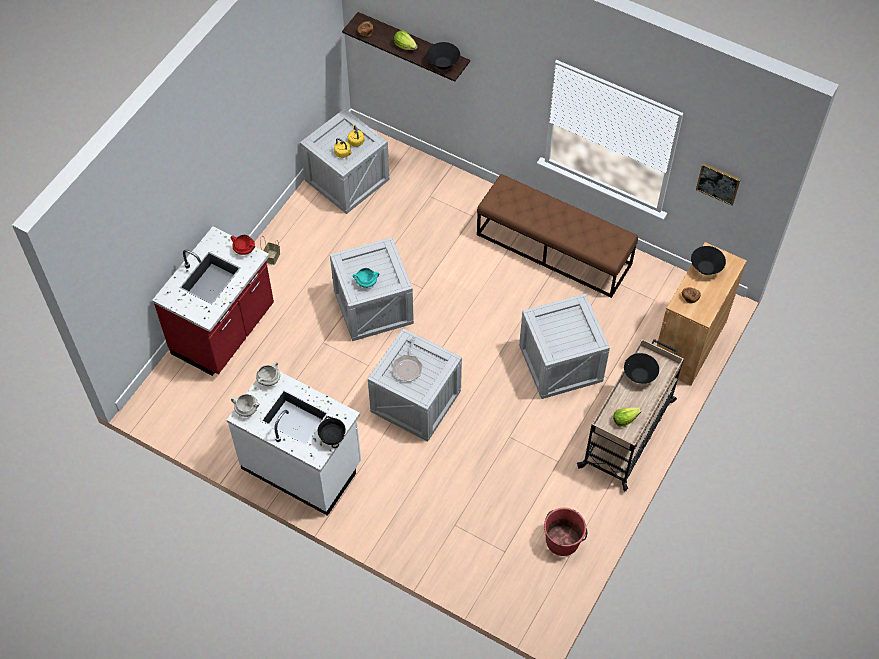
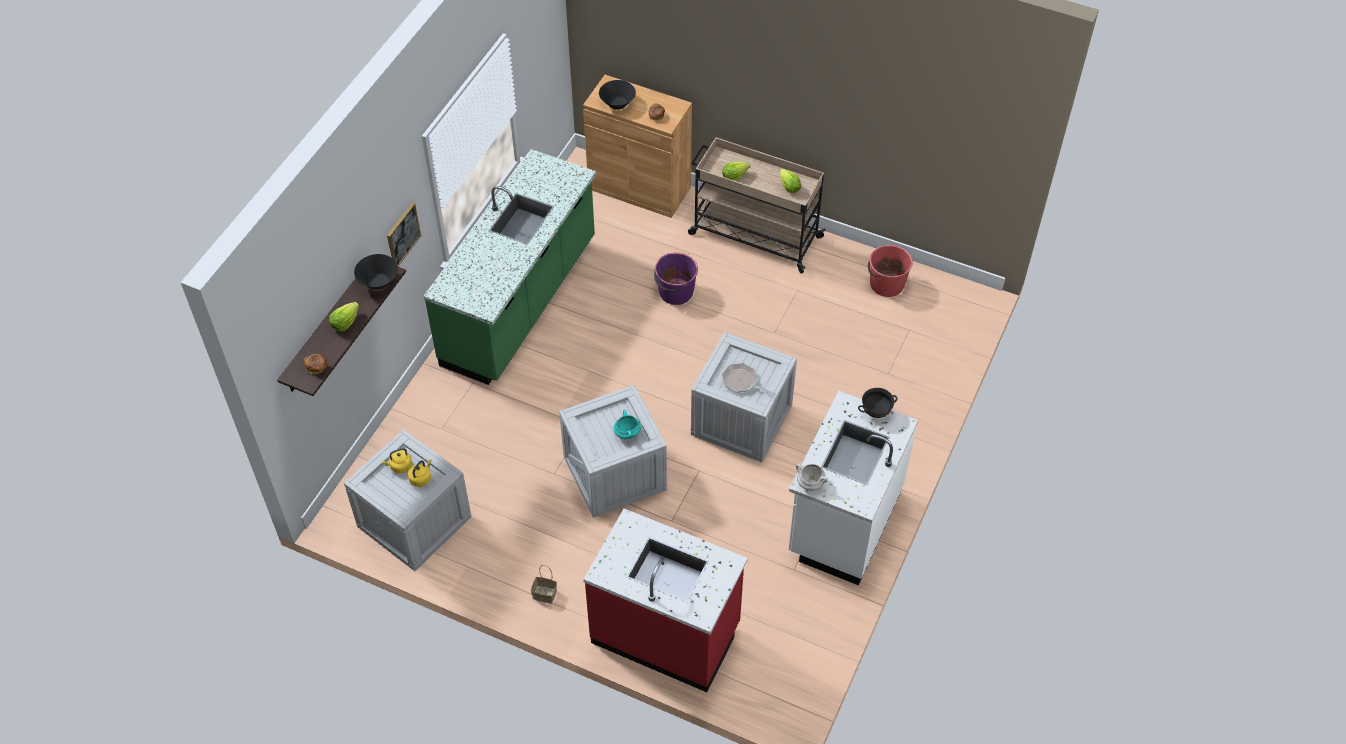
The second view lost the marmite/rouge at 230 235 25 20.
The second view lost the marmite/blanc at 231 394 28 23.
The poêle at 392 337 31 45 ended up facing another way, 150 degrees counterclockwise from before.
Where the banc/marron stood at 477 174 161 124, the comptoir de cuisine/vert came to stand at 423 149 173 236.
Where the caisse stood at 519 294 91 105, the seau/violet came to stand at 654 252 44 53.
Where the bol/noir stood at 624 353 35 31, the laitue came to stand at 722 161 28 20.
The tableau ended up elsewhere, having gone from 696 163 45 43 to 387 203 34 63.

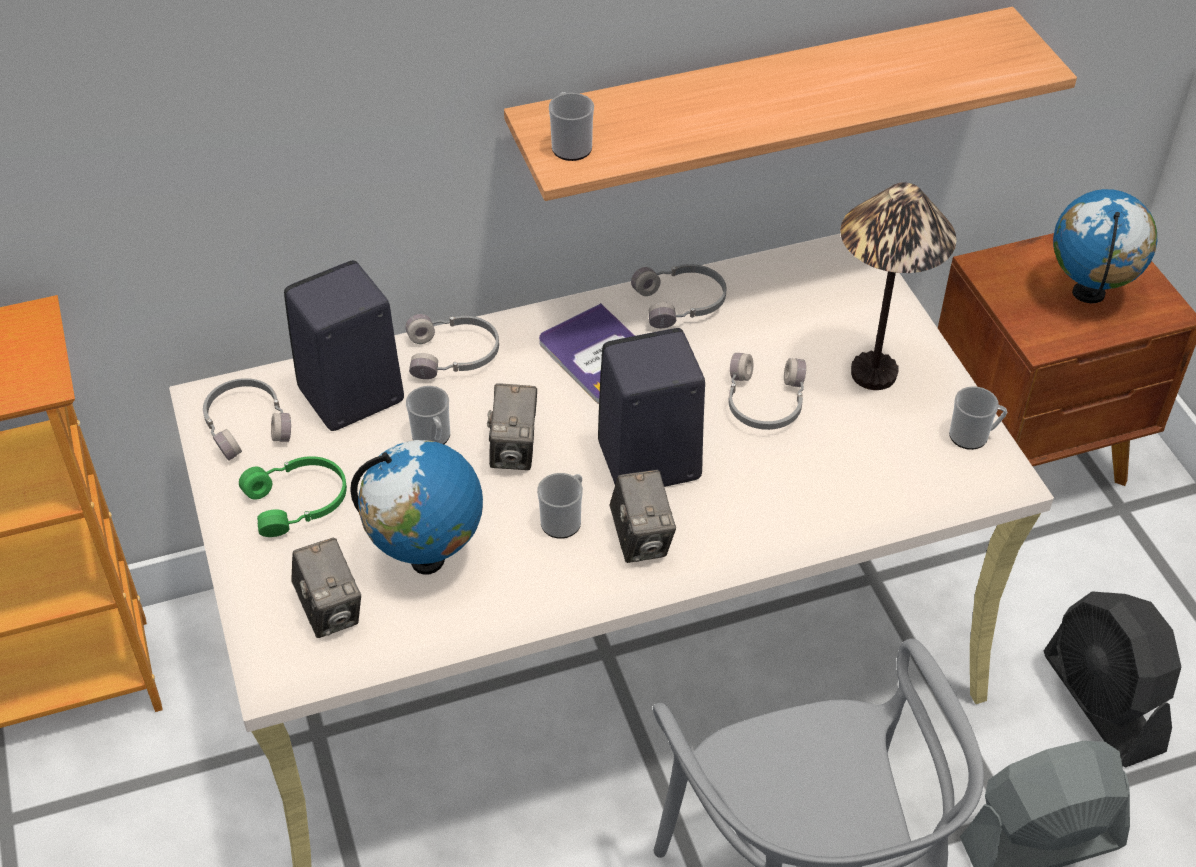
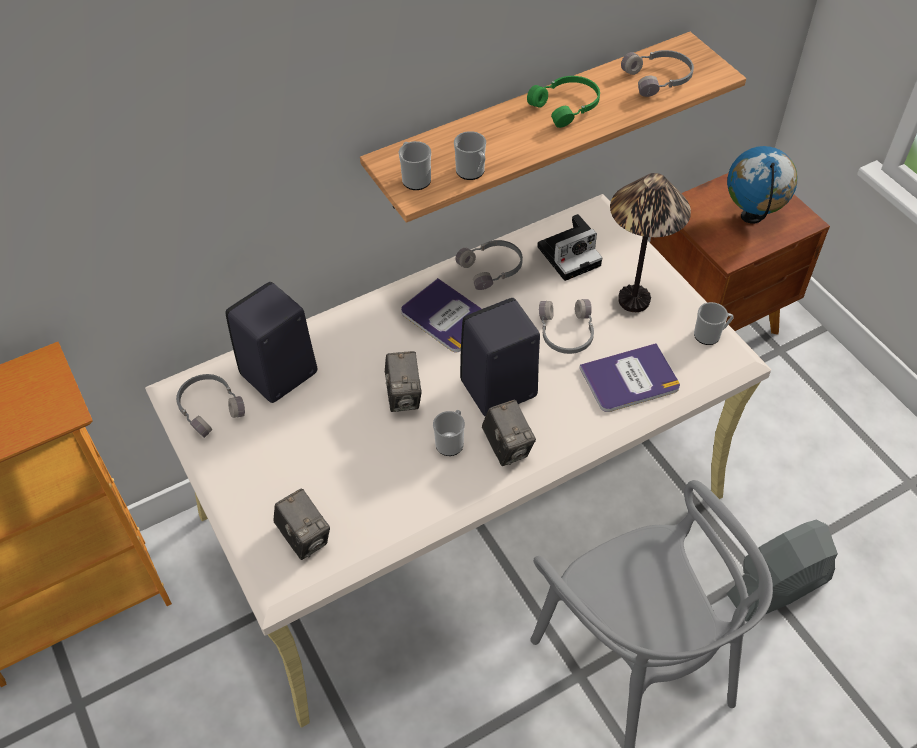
The casque audio/vert ended up elsewhere, having gone from 239 456 108 81 to 527 76 73 52.
The second view lost the globe at 350 440 133 135.
The casque audio/gris ended up elsewhere, having gone from 405 314 94 65 to 621 50 73 47.
The mug ended up elsewhere, having gone from 406 386 44 58 to 454 131 32 49.
The second view lost the ventilateur/noir at 1044 591 137 177.
The second view gained the appareil photo at 537 214 65 67.
The second view gained the livre at 579 343 101 69.

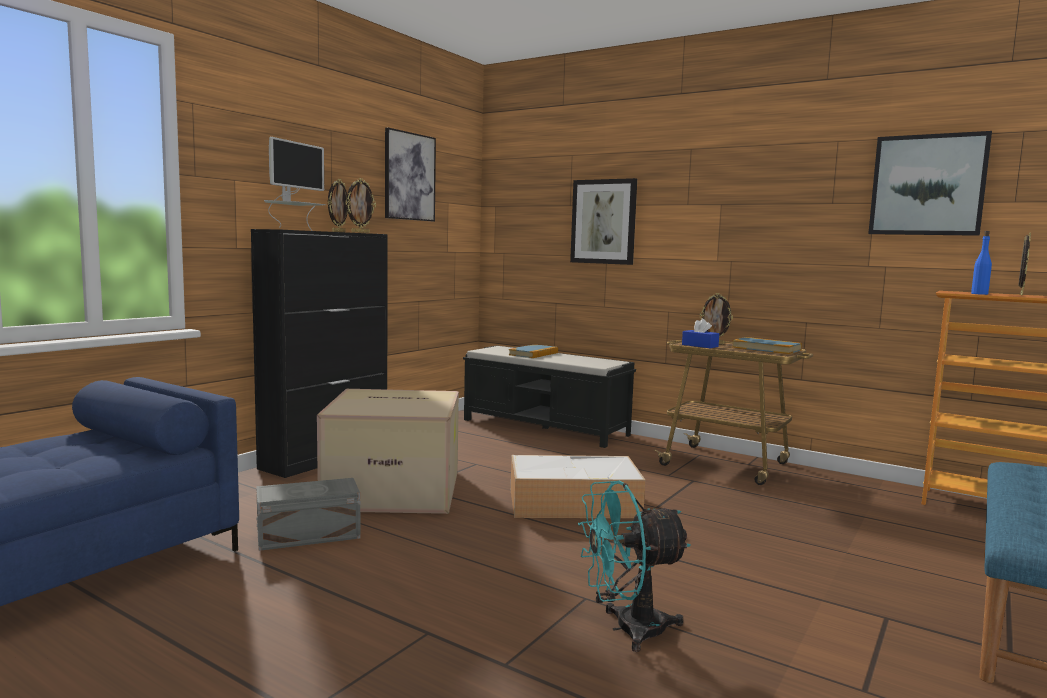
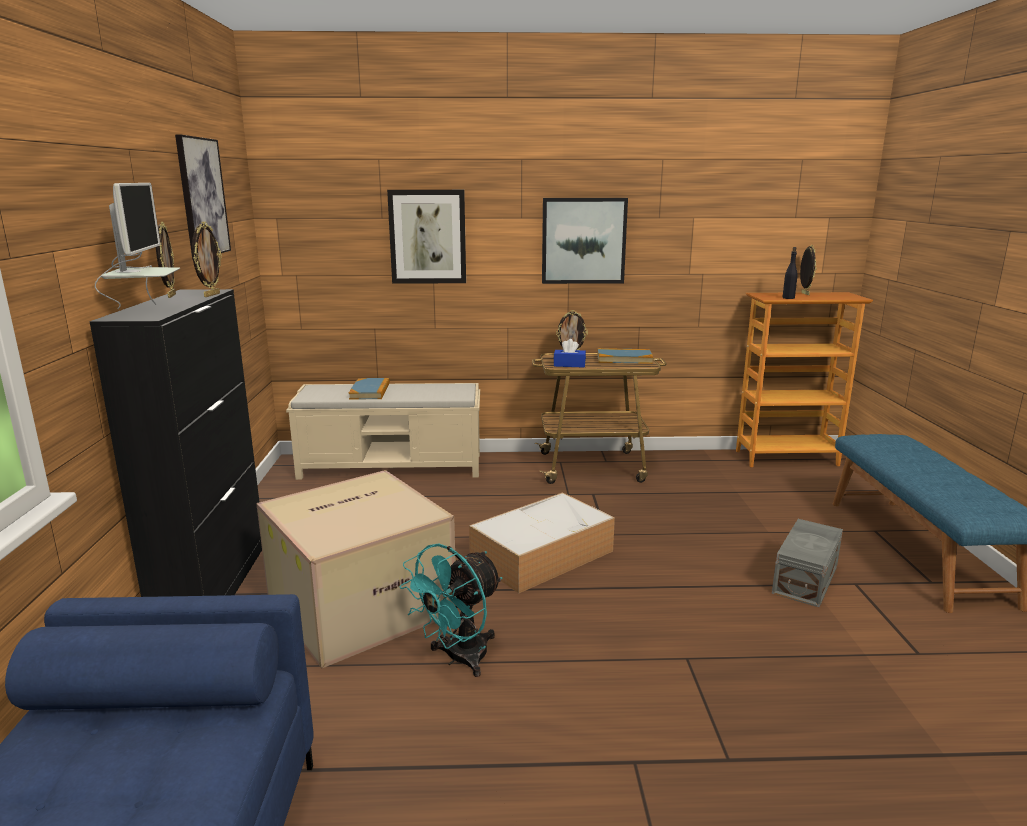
The boîte de rangement/gris ended up elsewhere, having gone from 256 478 104 73 to 772 519 71 89.
What was the banc/noir at 463 345 173 103 turned into the banc/beige at 286 383 194 97.
The ventilateur/turquoise ended up elsewhere, having gone from 578 480 113 172 to 400 543 103 134.
The tableau ended up elsewhere, having gone from 868 131 124 105 to 542 198 86 86.
What was the bouteille/bleu at 971 231 21 64 turned into the bouteille/noir at 782 247 16 52.

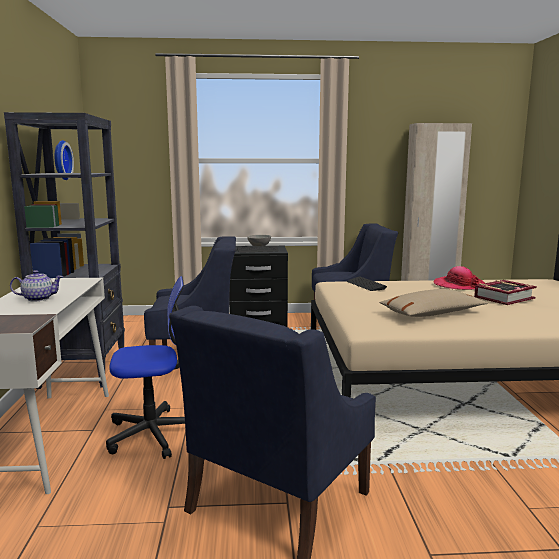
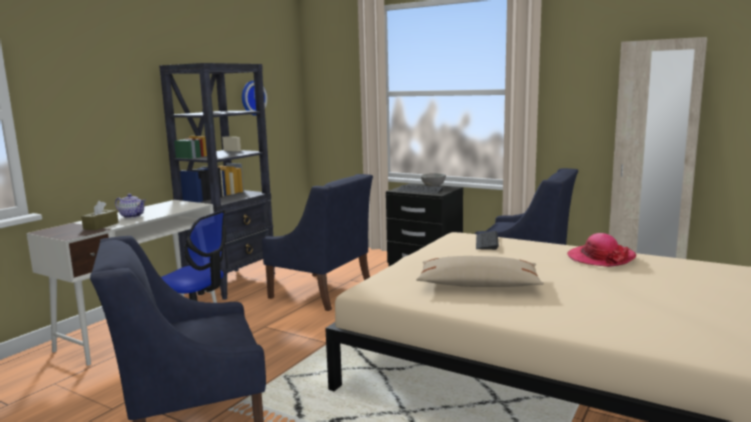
The second view lost the livre at 474 280 63 25.
The second view gained the boîte à mouchoirs/marron at 81 201 38 29.

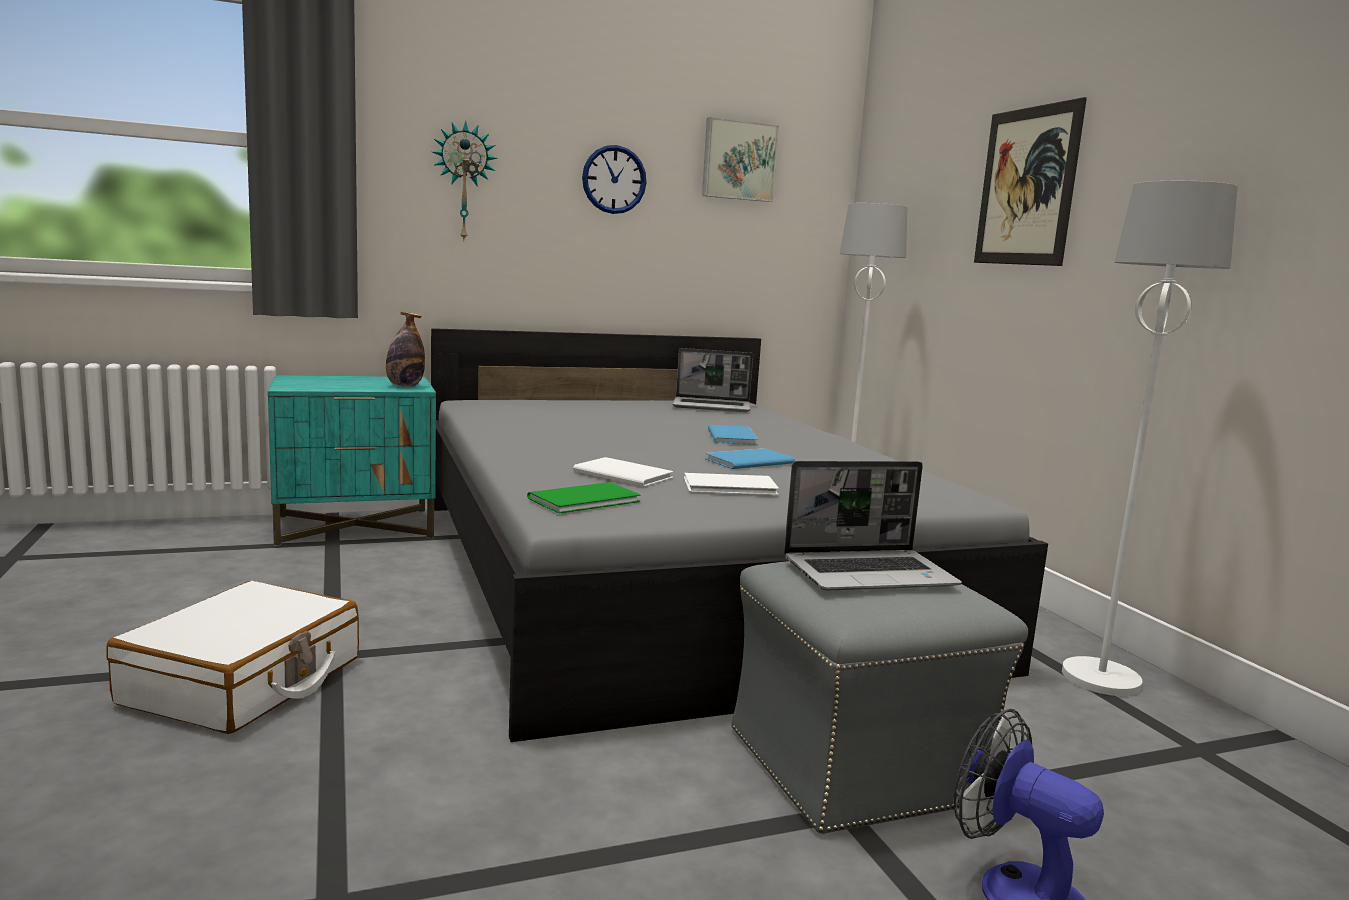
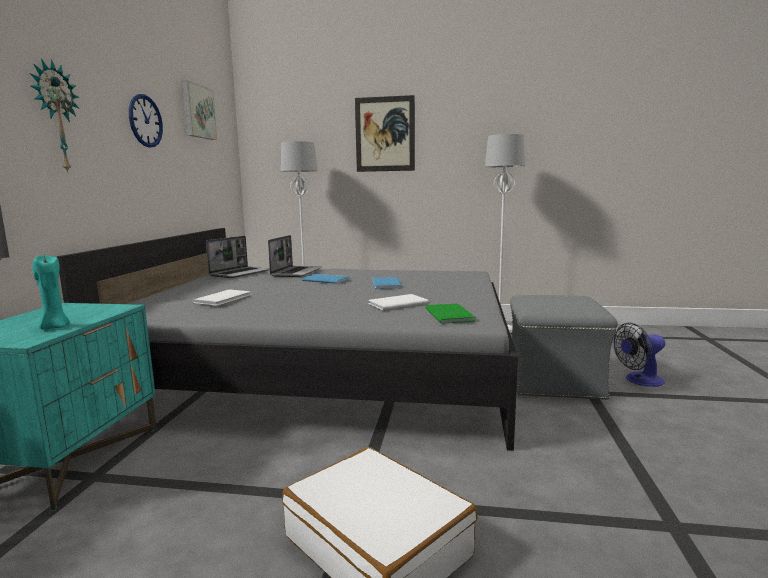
The second view lost the bouteille at 386 312 39 75.
The livre/blanc ended up elsewhere, having gone from 684 473 95 22 to 193 289 58 16.
The ordinateur portable ended up elsewhere, having gone from 784 461 178 130 to 268 235 54 42.
The second view gained the bougie/turquoise at 32 255 38 75.

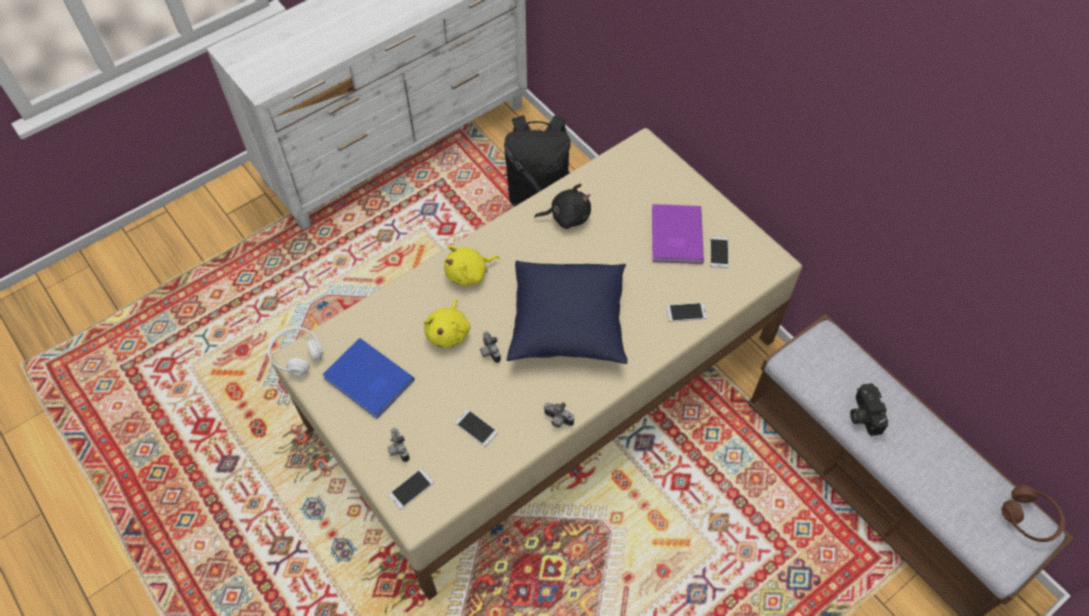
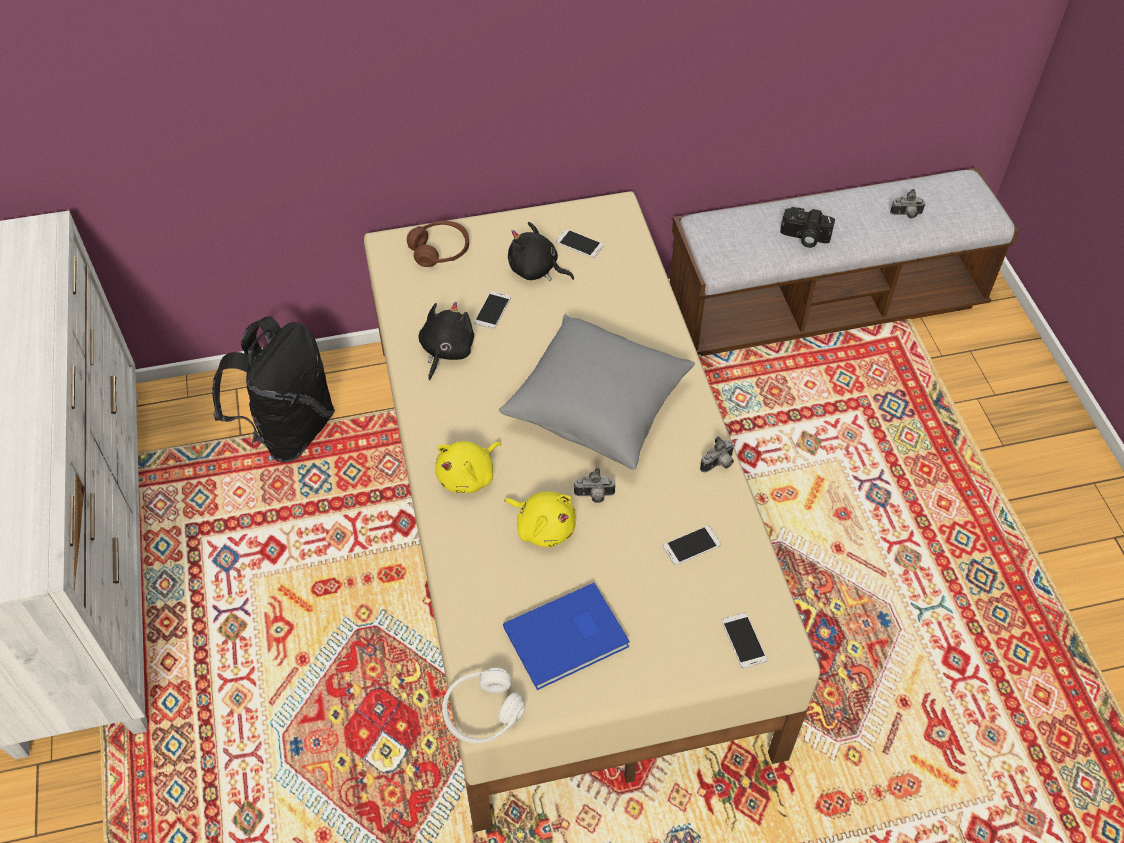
The appareil photo ended up elsewhere, having gone from 387 428 23 34 to 890 189 36 29.
The peluche/jaune at 444 246 56 40 ended up facing another way, 45 degrees clockwise from before.
What was the coussin/bleu at 507 261 121 103 turned into the coussin/gris at 499 314 196 156.
Where the livre/violet stood at 652 204 52 60, the peluche/noir came to stand at 508 222 66 59.
The téléphone ended up elsewhere, having gone from 666 303 41 19 to 474 291 37 38.
The casque audio/marron ended up elsewhere, having gone from 1002 485 63 57 to 407 221 62 46.

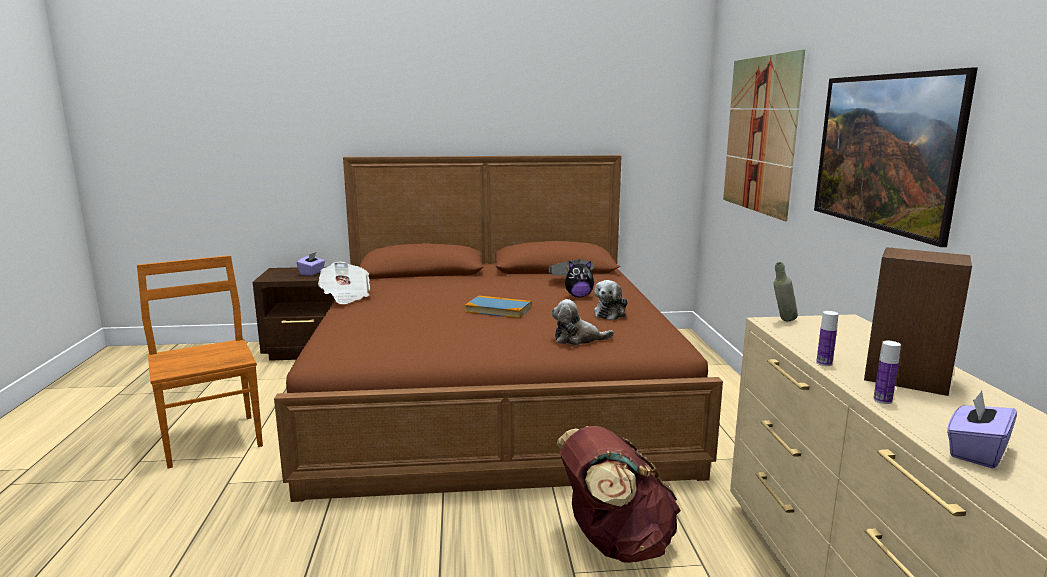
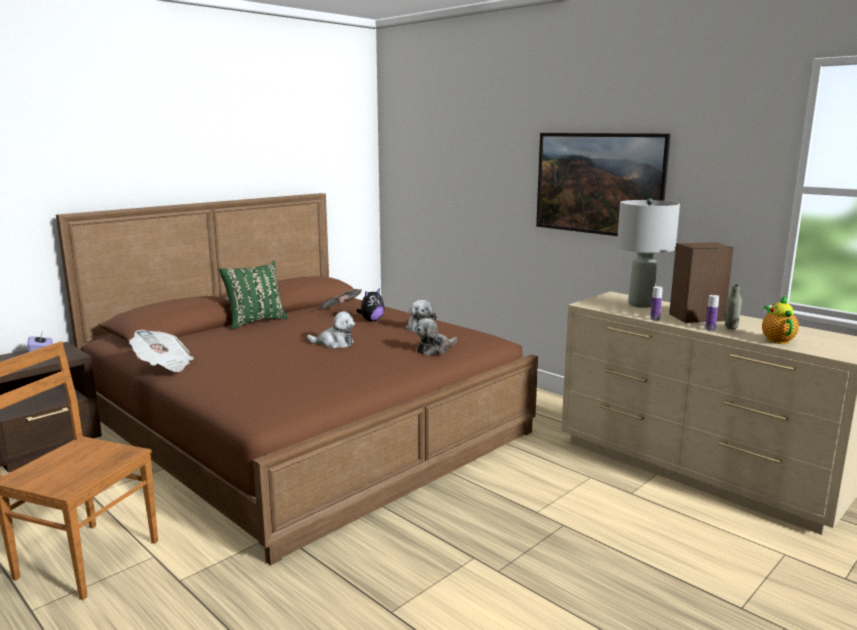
Where the livre stood at 465 296 67 22, the peluche came to stand at 307 311 48 38.
The second view lost the sac à dos/marron at 557 426 124 137.
The second view lost the tableau at 723 49 82 172.
The bouteille/gris ended up elsewhere, having gone from 774 262 24 59 to 725 284 17 45.
Where the boîte à mouchoirs/violet stood at 947 390 70 79, the théière came to stand at 762 296 37 48.
The second view gained the coussin/vert at 219 261 69 68.
The second view gained the lampe de table/gris at 617 198 63 110.

